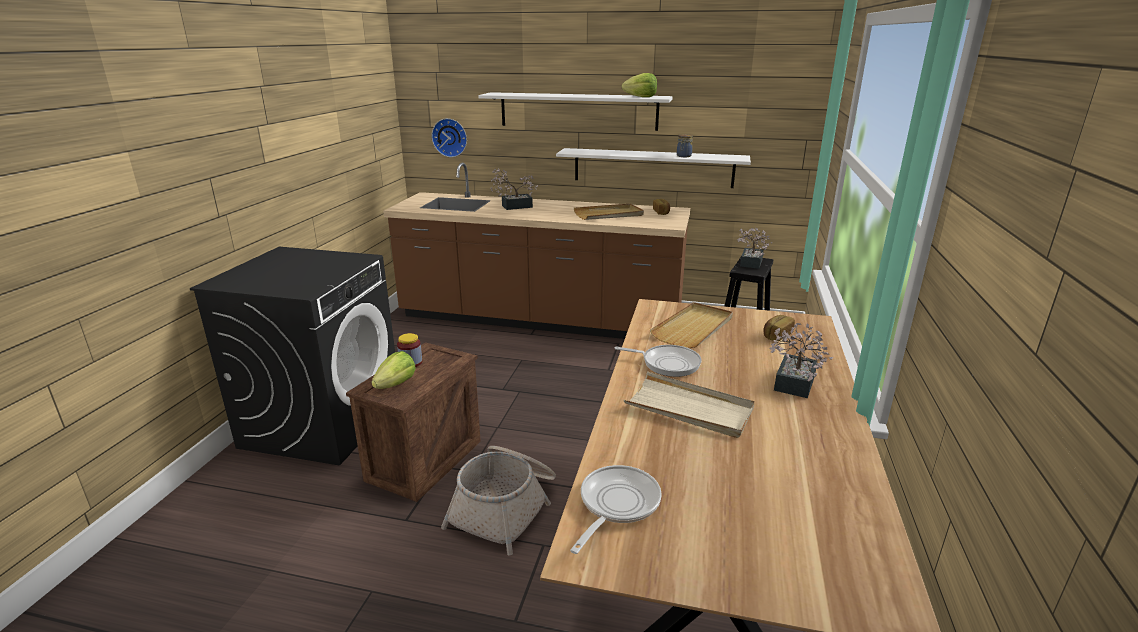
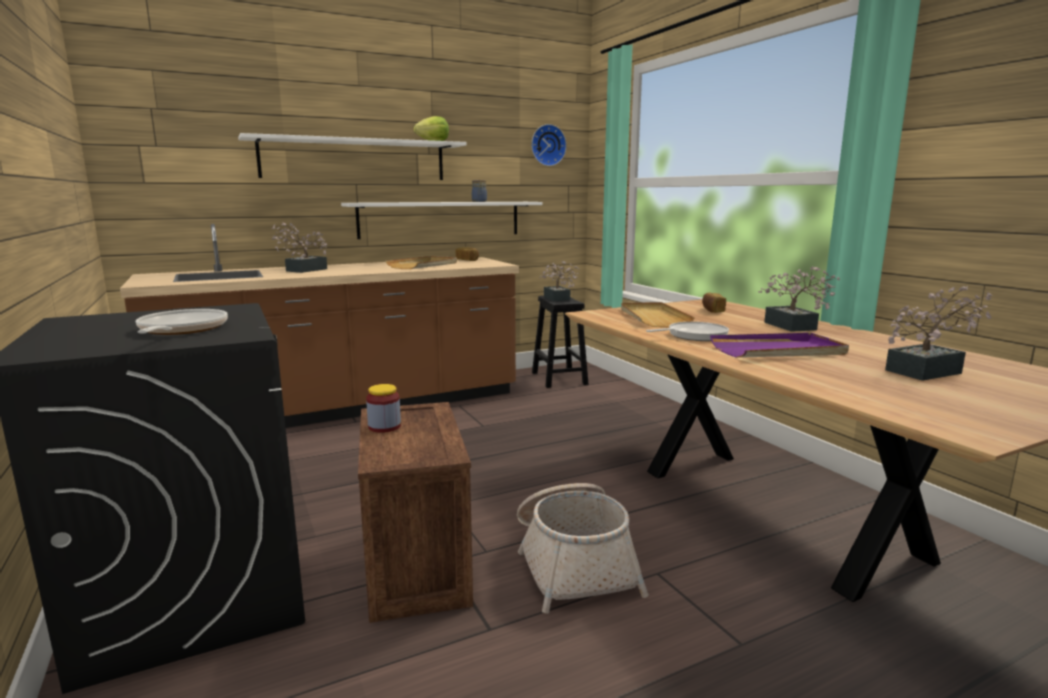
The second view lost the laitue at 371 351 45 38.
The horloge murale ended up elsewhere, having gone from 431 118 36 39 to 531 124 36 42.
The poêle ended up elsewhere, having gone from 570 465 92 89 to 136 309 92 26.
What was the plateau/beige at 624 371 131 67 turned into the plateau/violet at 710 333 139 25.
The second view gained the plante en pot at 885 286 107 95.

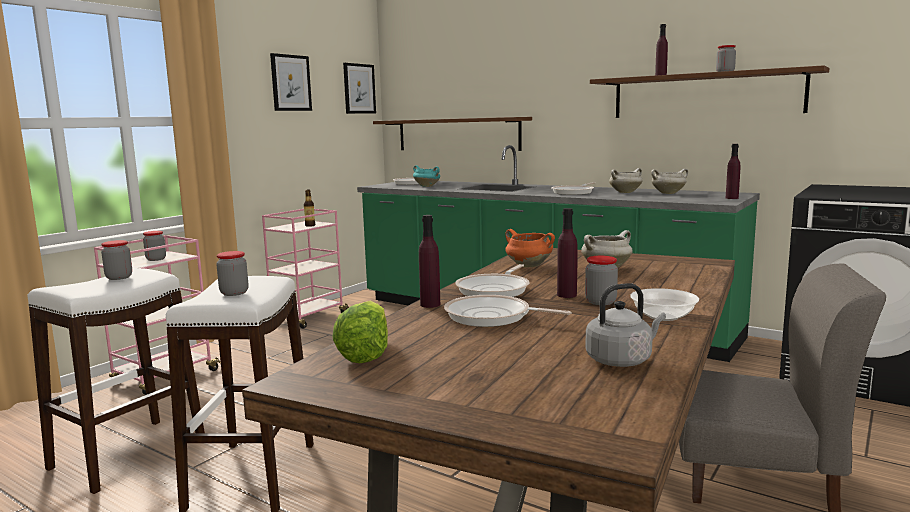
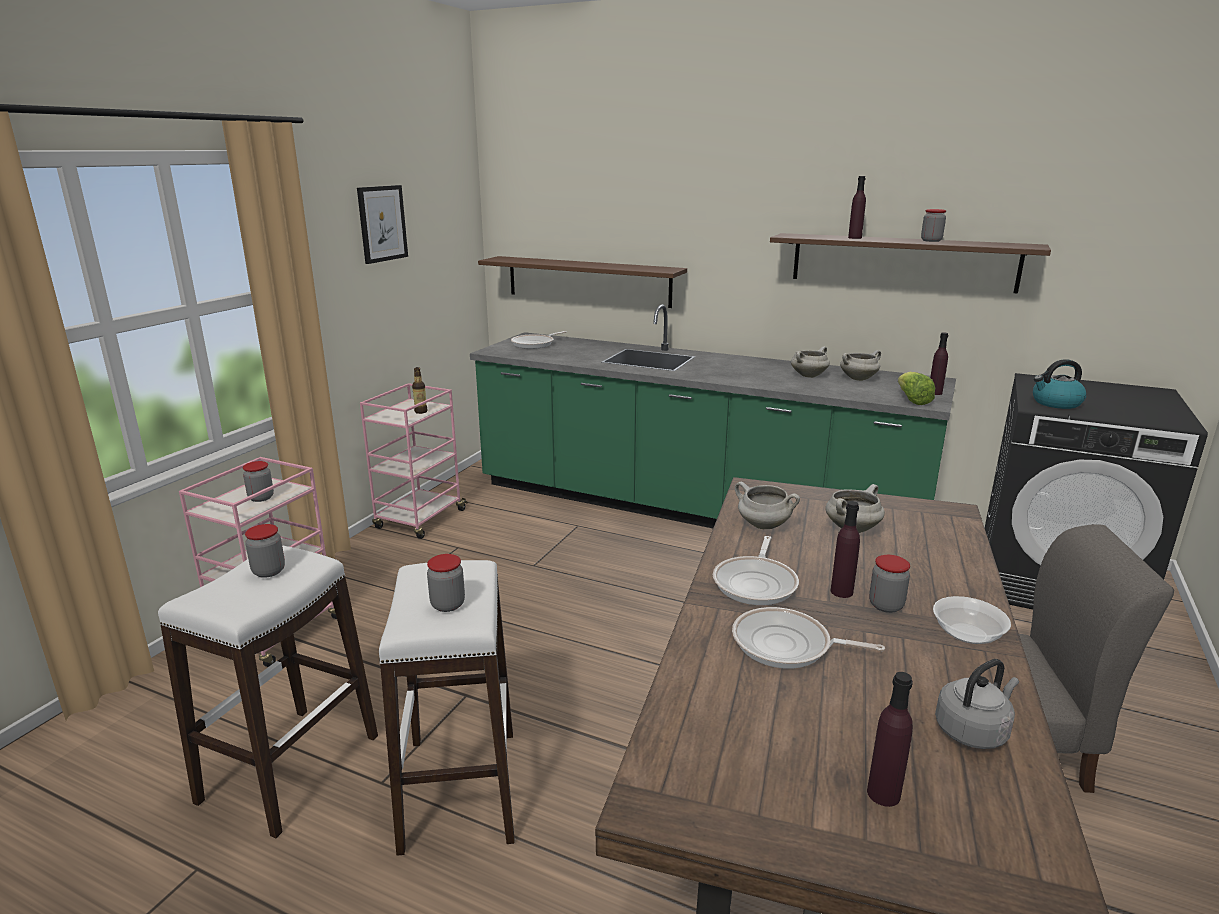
The laitue ended up elsewhere, having gone from 332 301 56 62 to 898 372 37 33.
The second view lost the tableau at 343 63 33 51.
The second view lost the marmite/turquoise at 413 165 27 22.
The bouteille/violet ended up elsewhere, having gone from 419 215 21 93 to 867 672 46 135.
What was the marmite/orange at 505 229 50 38 turned into the marmite/blanc at 735 482 65 47.
The second view lost the poêle at 552 182 43 13.
The second view gained the bouilloire at 1033 359 53 50.

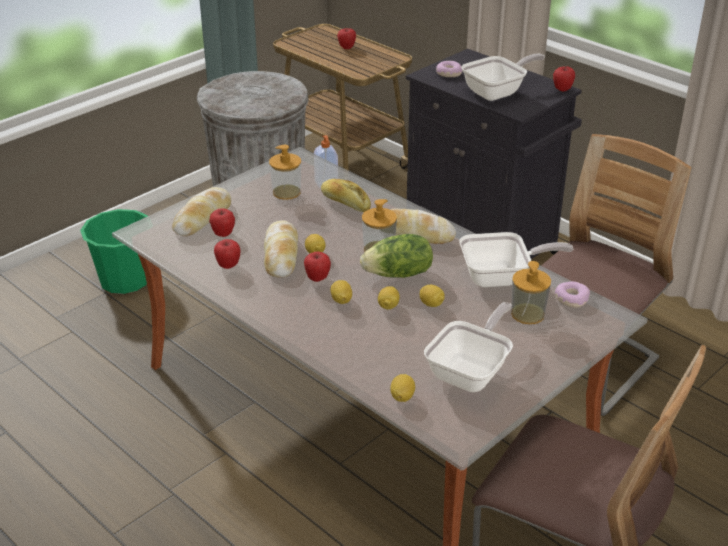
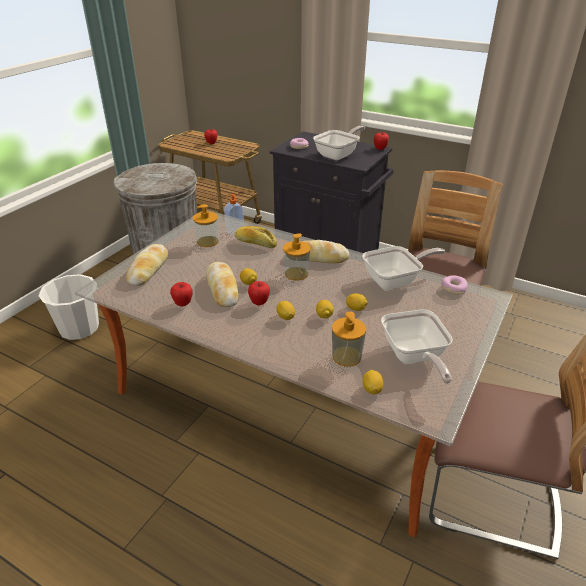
What was the seau/vert at 80 209 68 85 turned into the seau/blanc at 38 274 61 66.
The second view lost the pomme at 209 208 26 29.
The second view lost the laitue at 360 234 73 44.
The poêle at 424 302 89 90 ended up facing another way, 150 degrees clockwise from before.
The distributeur de savon ended up elsewhere, having gone from 511 261 40 63 to 332 311 34 56.

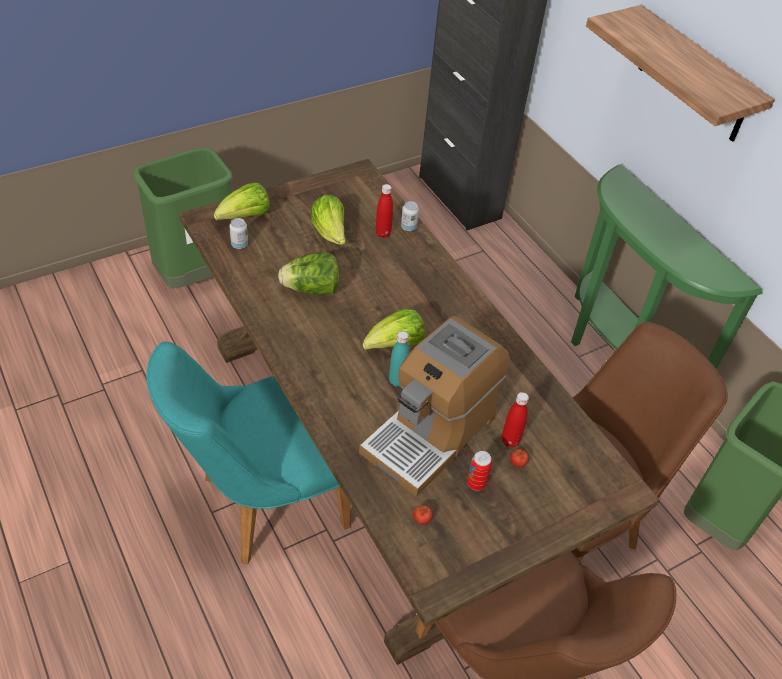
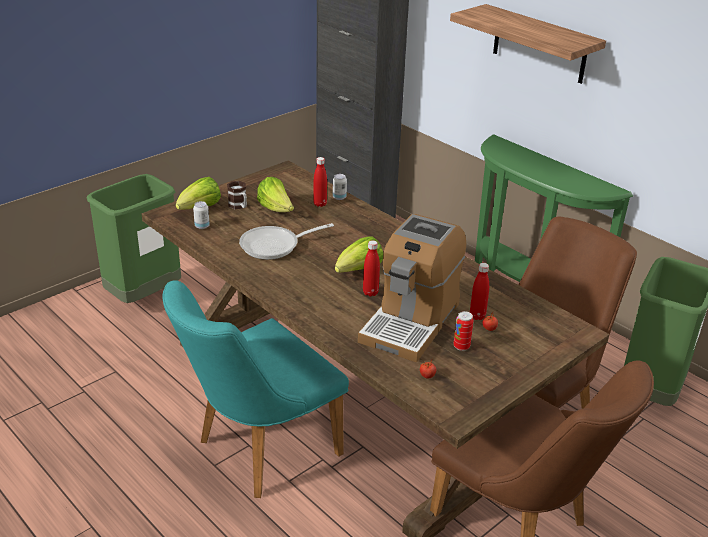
Where the laitue stood at 278 252 61 43, the poêle came to stand at 239 223 95 37.
What was the bouteille/turquoise at 389 331 21 56 turned into the bouteille/rouge at 363 240 17 57.
The second view gained the mug at 227 181 20 28.

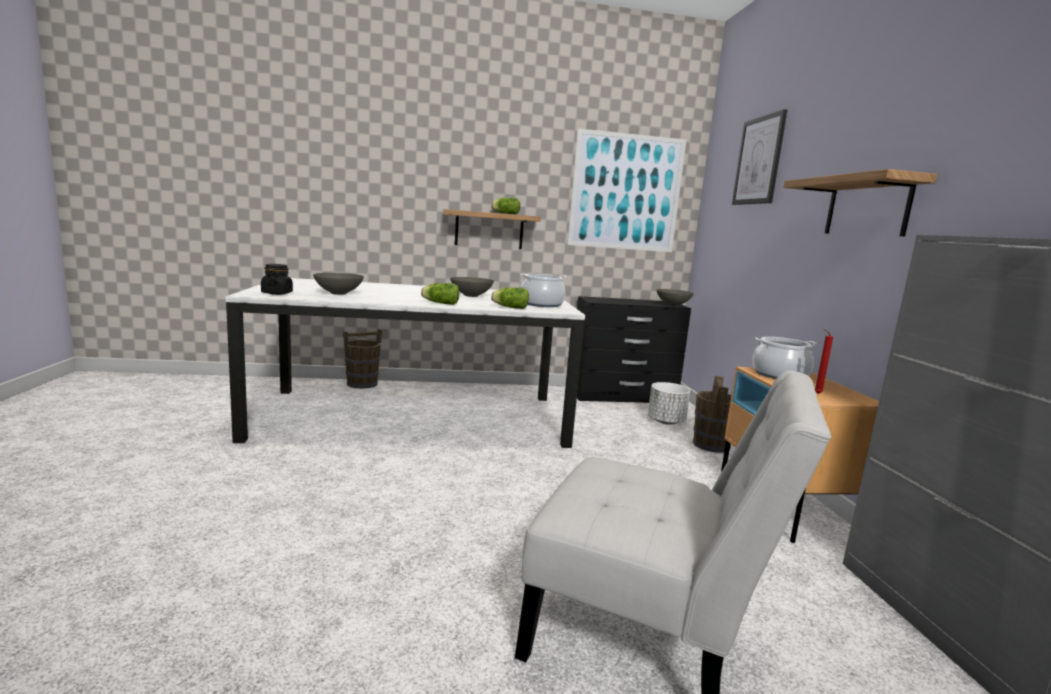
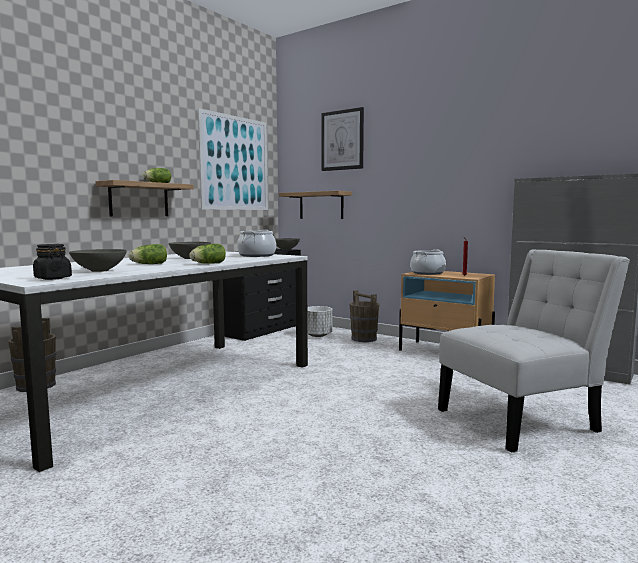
The laitue ended up elsewhere, having gone from 491 287 38 22 to 129 244 38 20.
The étagère ended up elsewhere, having gone from 783 169 154 67 to 279 191 73 28.

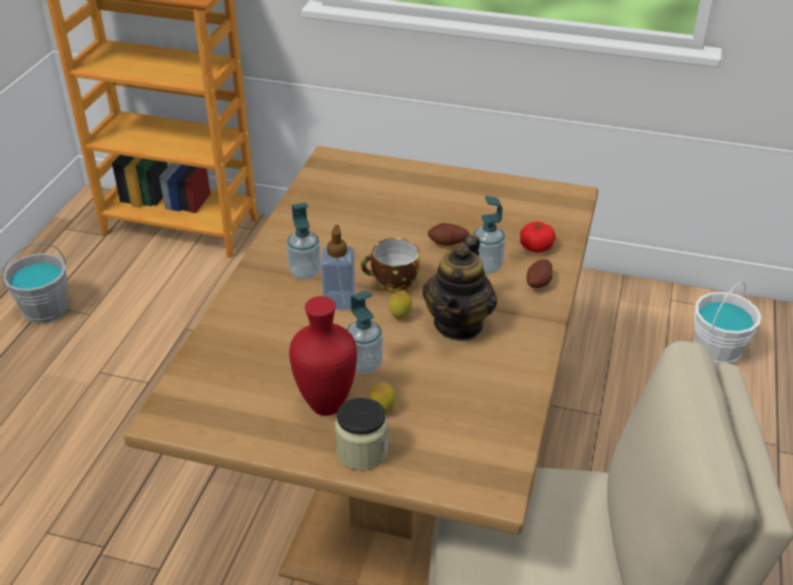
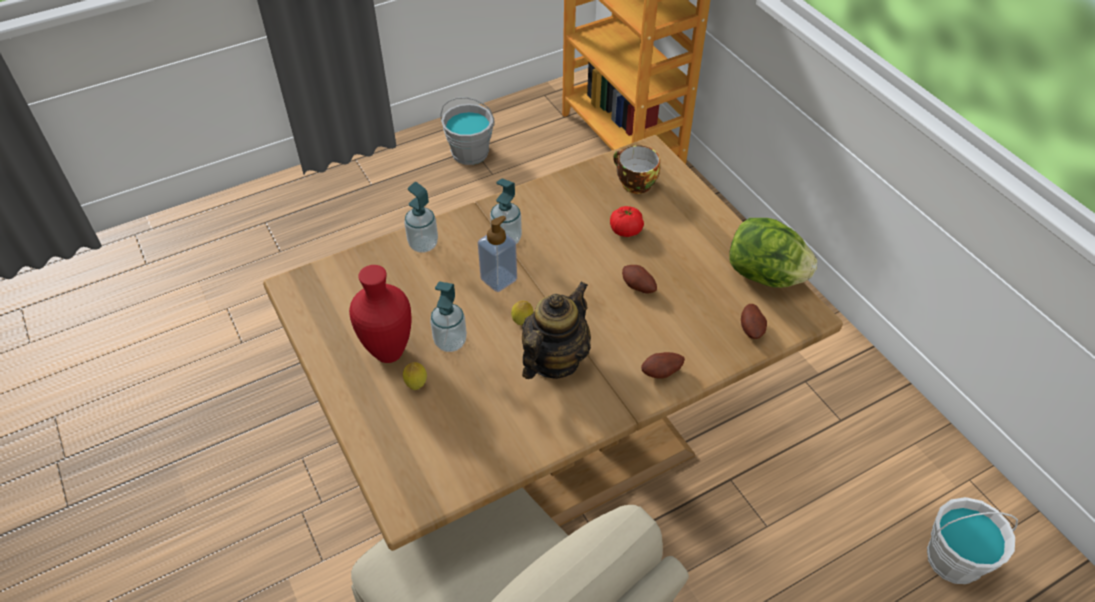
The second view lost the bocal at 335 398 53 73.
The tasse ended up elsewhere, having gone from 361 238 59 54 to 613 145 47 49.
The théière at 422 235 75 106 ended up facing another way, 150 degrees clockwise from before.
The distributeur de savon ended up elsewhere, having gone from 473 196 32 78 to 404 182 34 71.
The tomate ended up elsewhere, having gone from 520 221 36 32 to 610 206 34 31.
The second view gained the laitue at 729 218 89 70.
The second view gained the pomme de terre at 741 304 26 35.

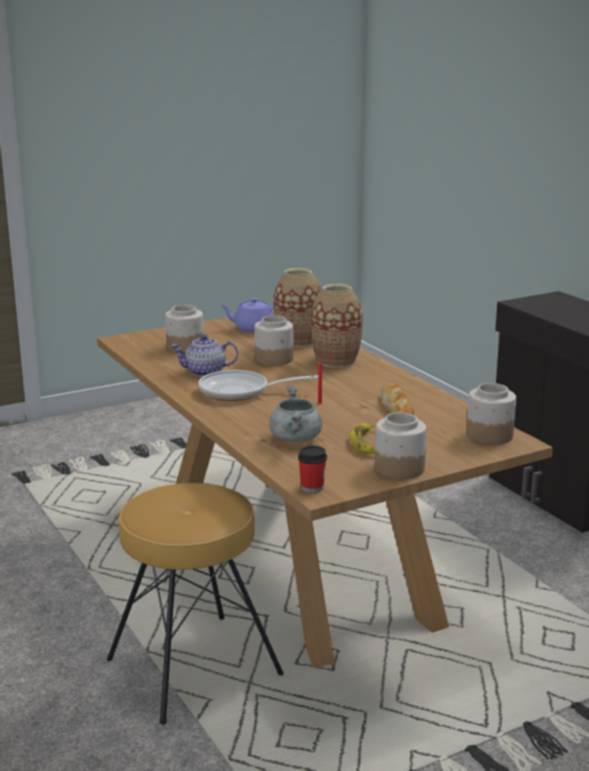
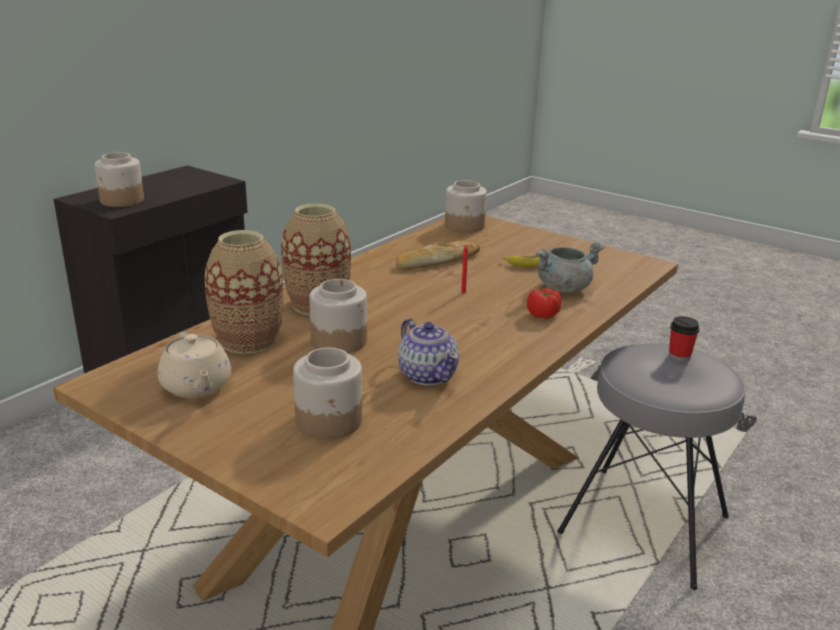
What was the tabouret/marron at 107 483 177 242 turned into the tabouret/gris at 557 343 189 247.
The second view lost the poêle at 198 370 120 31.
What was the théière/violet at 220 298 54 35 turned into the théière/beige at 157 331 74 67.
The tasse ended up elsewhere, having gone from 298 445 29 48 to 669 316 31 45.
The bocal ended up elsewhere, having gone from 375 412 52 67 to 95 152 49 55.
The second view gained the tomate at 527 288 34 31.

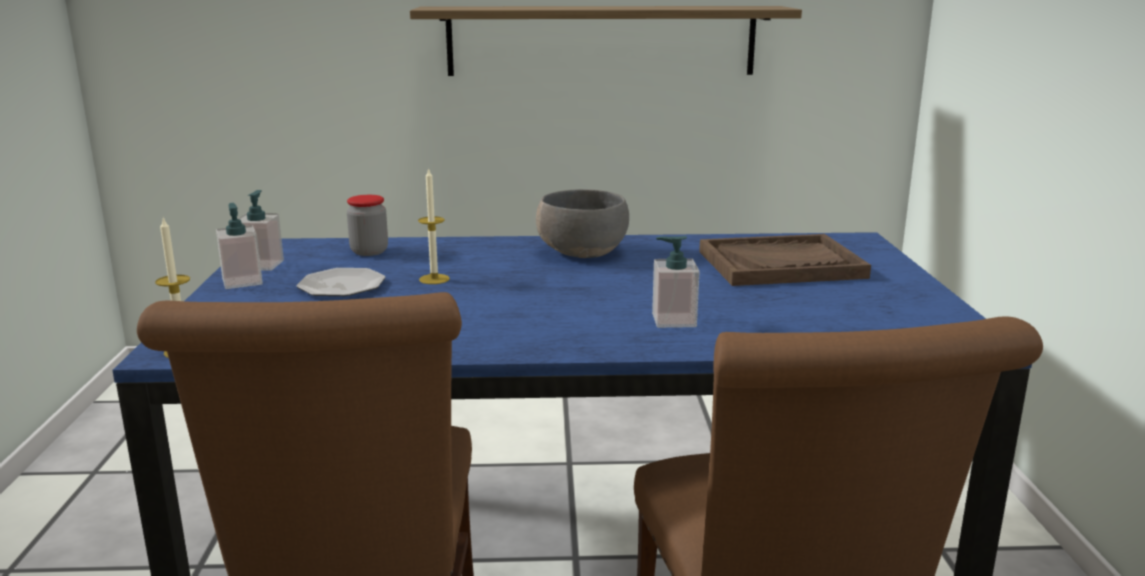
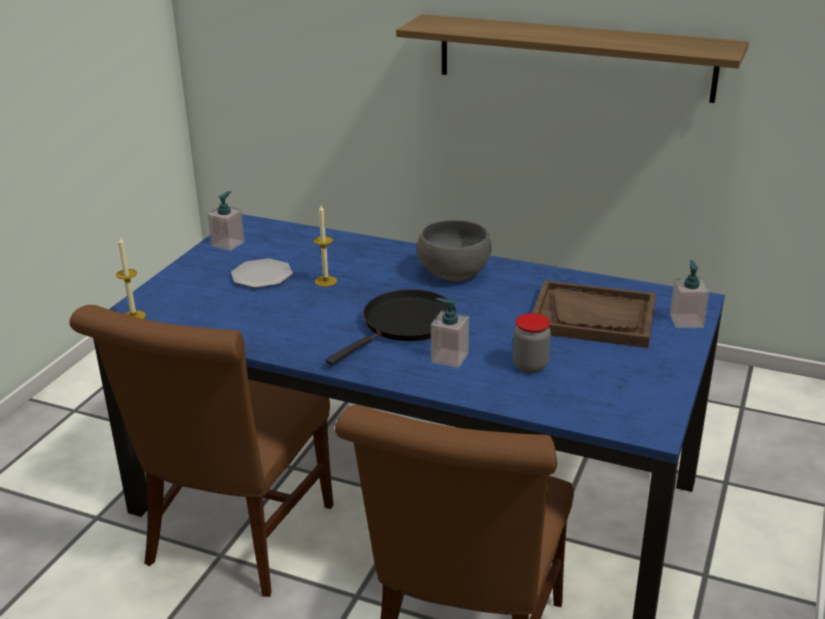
The distributeur de savon ended up elsewhere, having gone from 216 203 47 86 to 670 260 39 68.
The bocal ended up elsewhere, having gone from 347 195 41 61 to 513 313 38 60.
The second view gained the poêle/noir at 326 289 131 76.

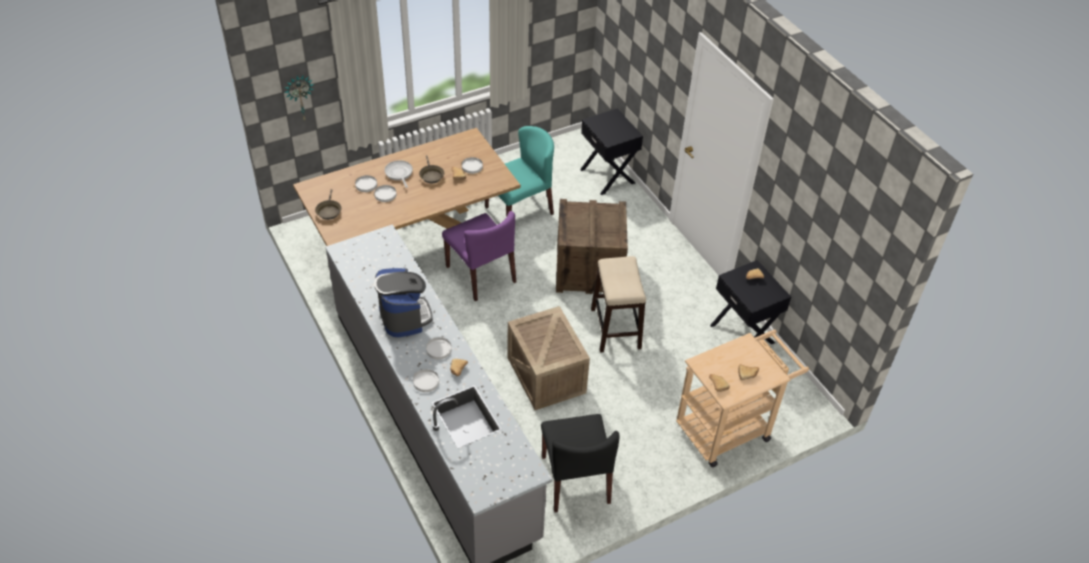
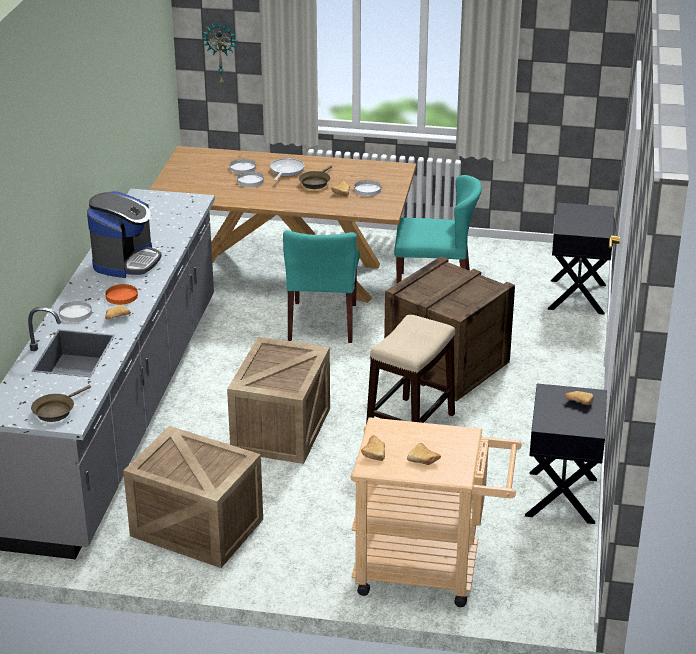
The poêle/marron ended up elsewhere, having gone from 315 189 27 31 to 31 385 60 37.
What was the assiette/blanc at 426 337 26 23 turned into the assiette/orange at 105 284 33 21.
What was the chaise/violet at 442 211 74 91 turned into the chaise/turquoise at 283 230 77 113.
Where the chaise/noir stood at 541 414 79 98, the caisse came to stand at 123 426 140 142.

